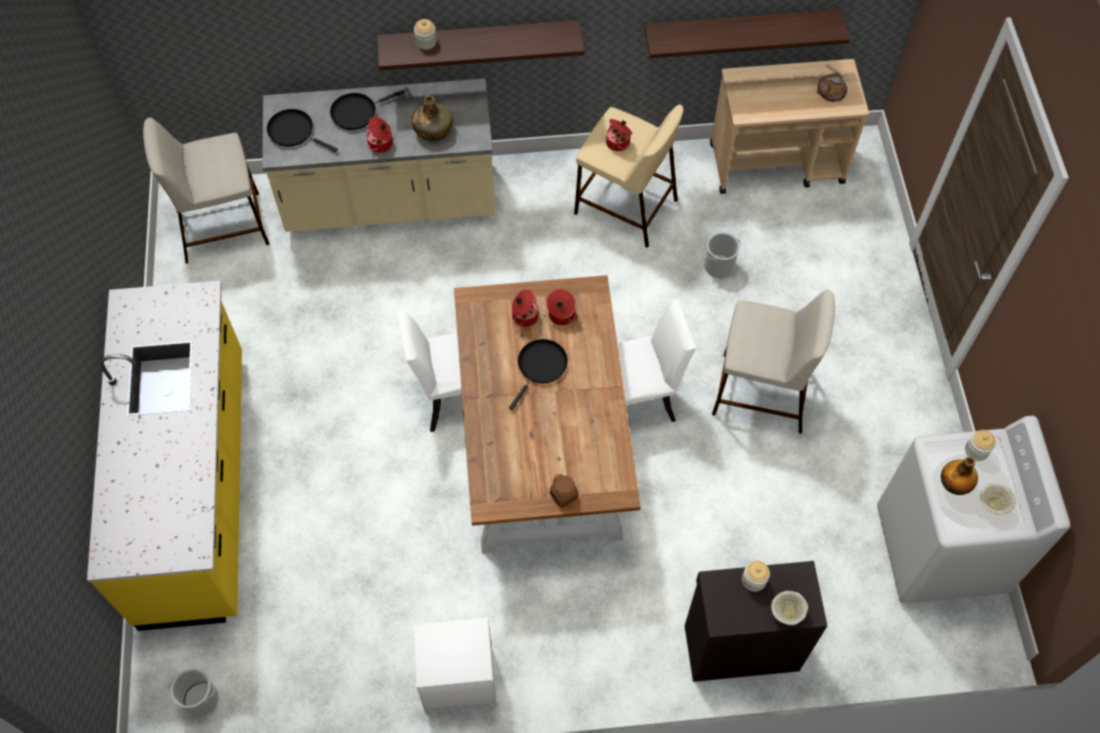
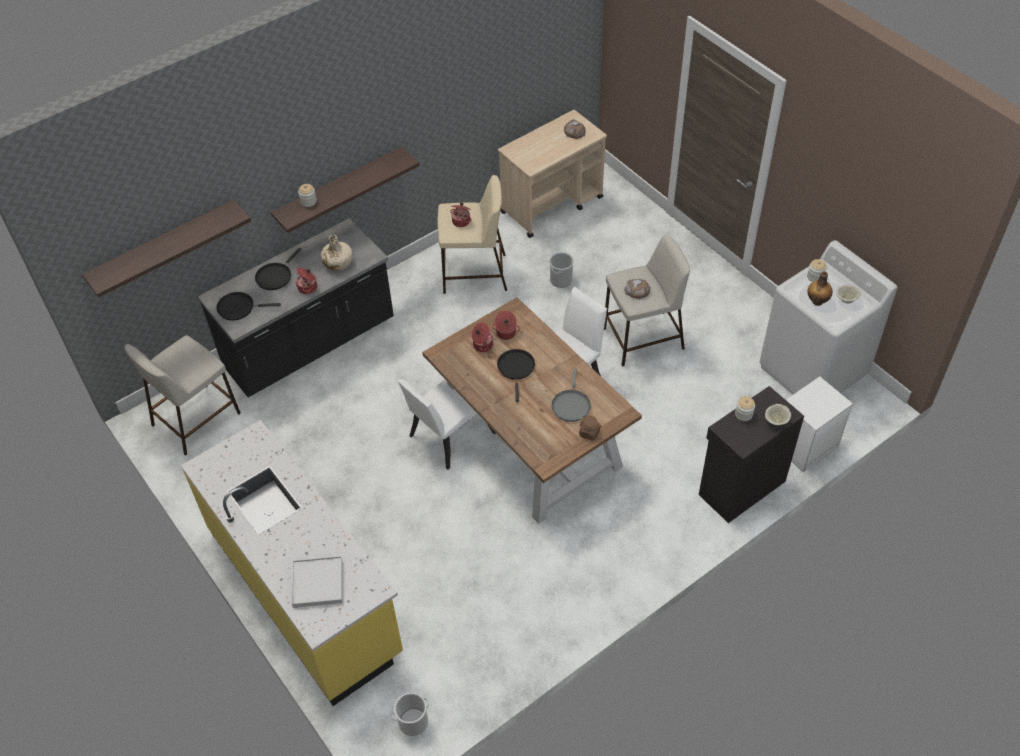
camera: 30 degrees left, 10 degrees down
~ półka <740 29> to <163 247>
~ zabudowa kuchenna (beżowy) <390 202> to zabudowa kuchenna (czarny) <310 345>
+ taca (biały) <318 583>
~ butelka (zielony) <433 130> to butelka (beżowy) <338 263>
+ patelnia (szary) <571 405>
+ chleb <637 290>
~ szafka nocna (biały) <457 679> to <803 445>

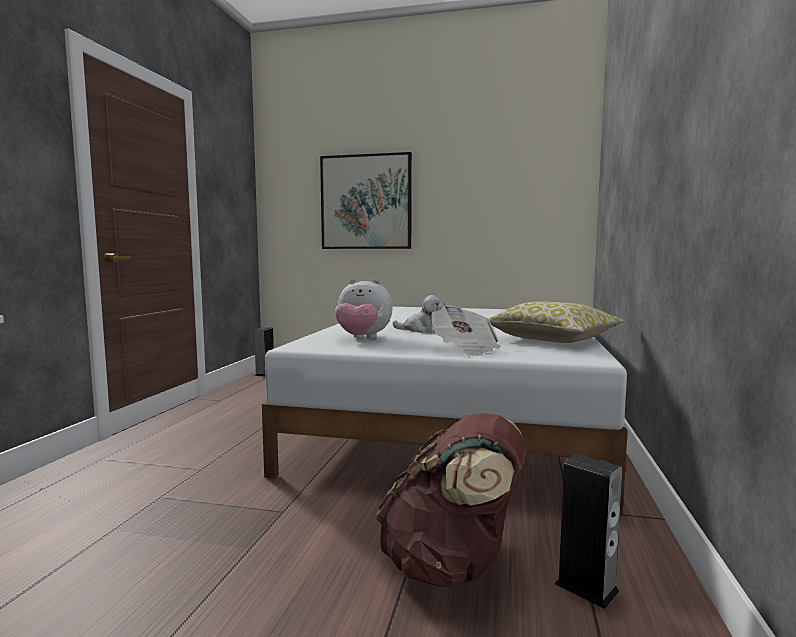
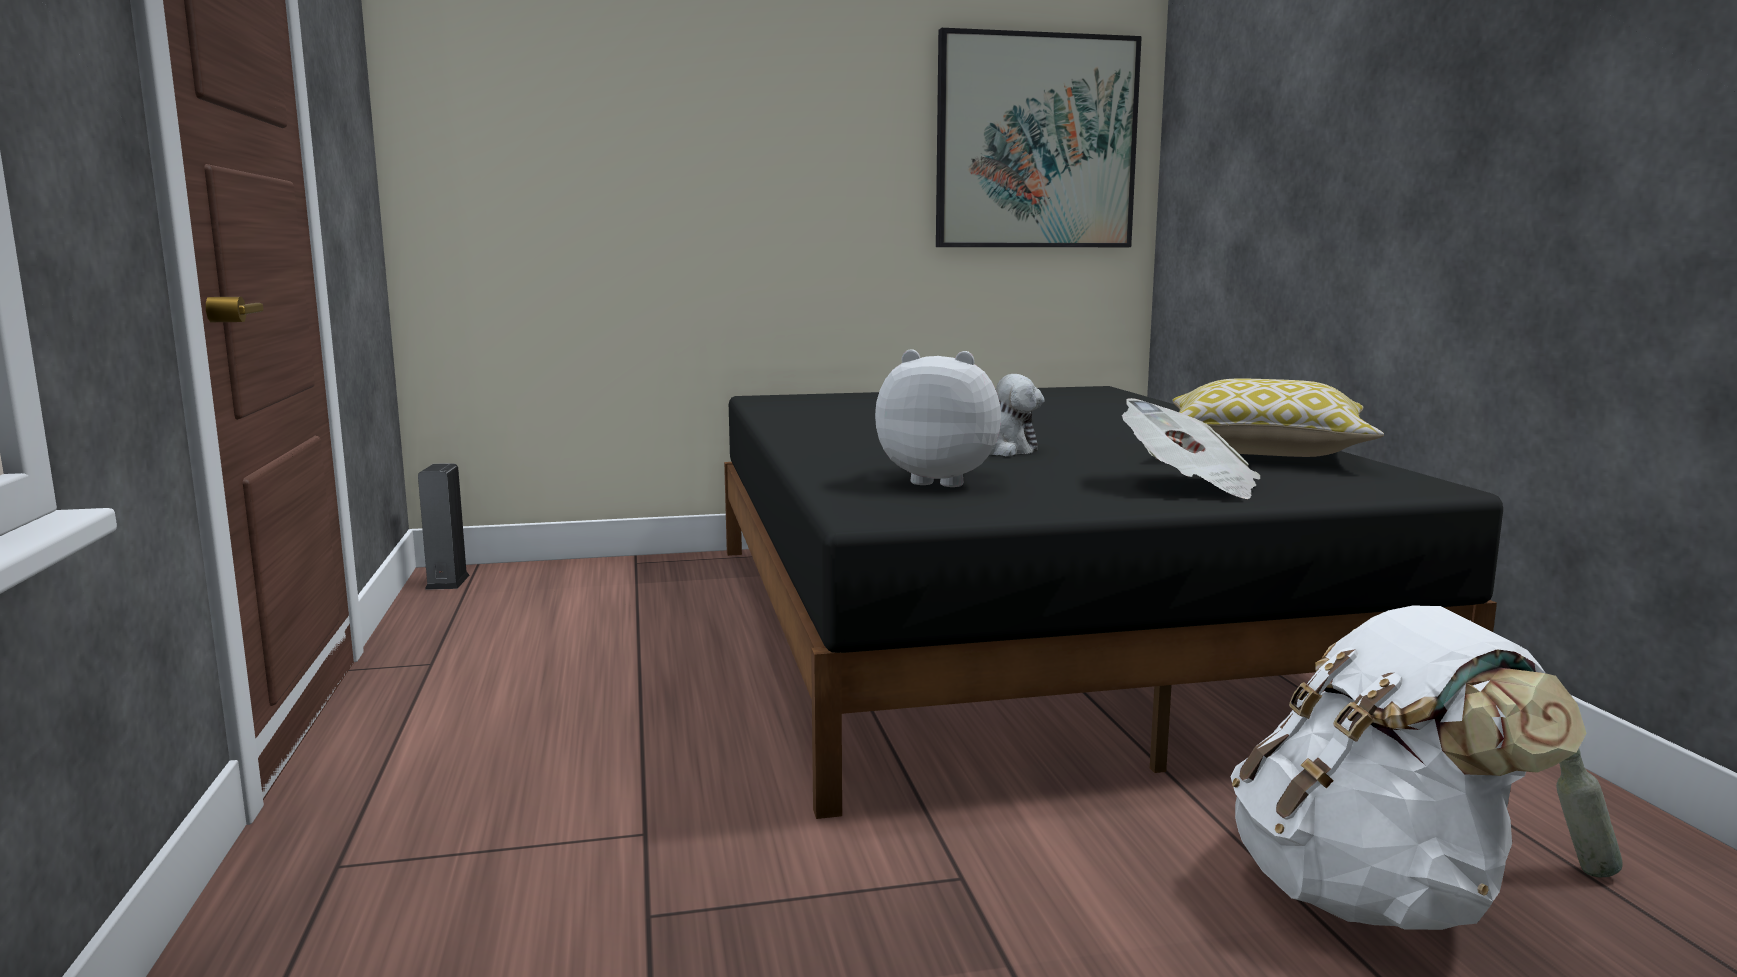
camera: 25 degrees left, 5 degrees up
~ łóżko (biały) <456 419> to łóżko (czarny) <1012 626>
~ pluszak <362 338> = <941 480> 150 degrees counterclockwise
~ obraz <366 202> to <1036 142>
~ plecak (brązowy) <452 566> to plecak (biały) <1373 893>
~ głośnik <586 587> to butelka (szary) <1579 871>

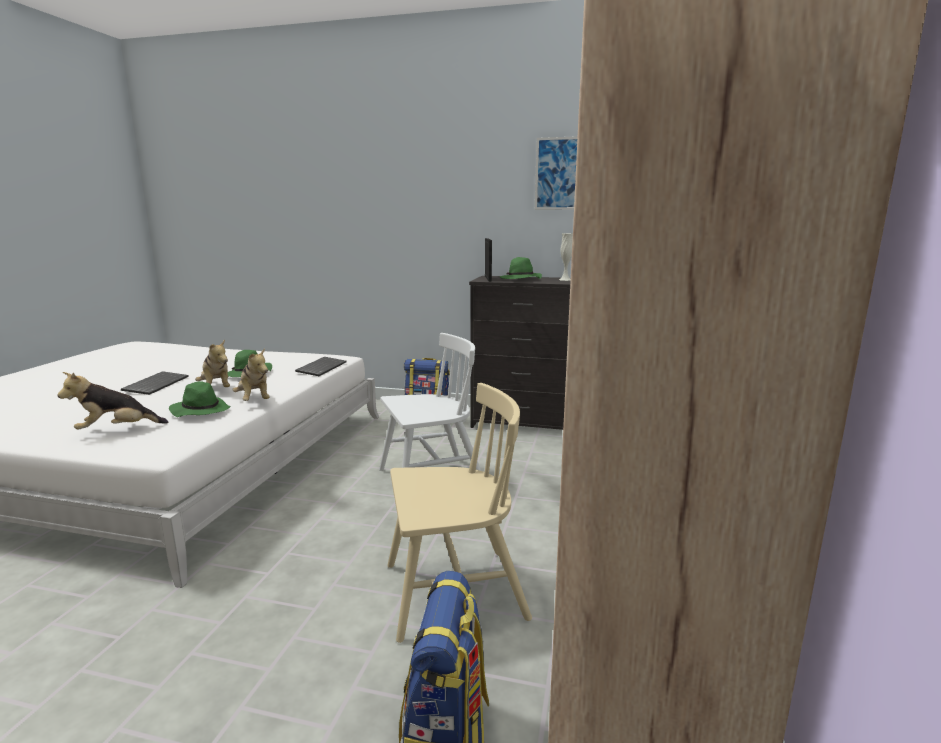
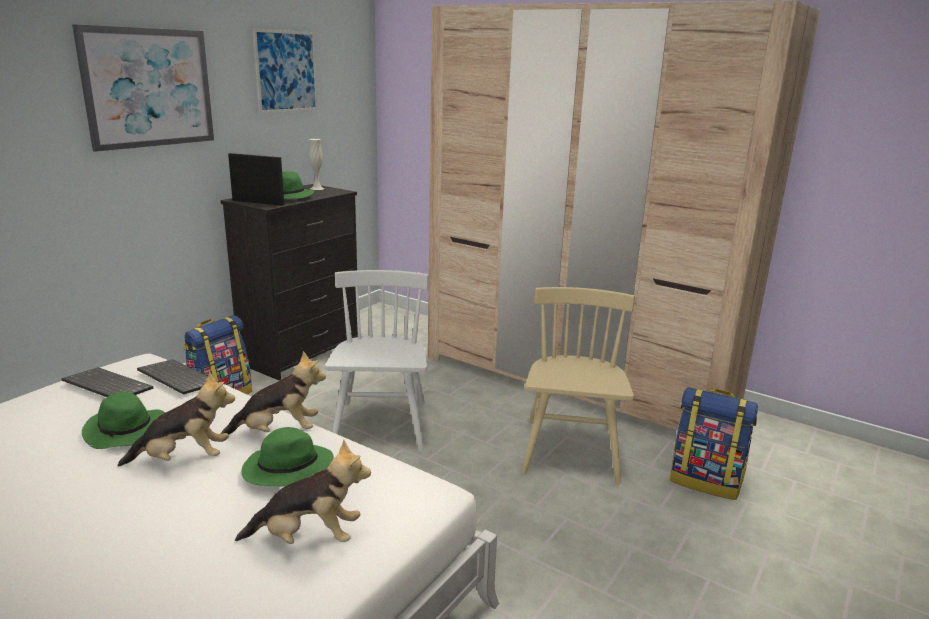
camera: 70 degrees left, 5 degrees up
~ klawiatura <156 384> to <105 386>
+ obraz <148 88>
~ pluszak <116 430> = <308 538> 90 degrees counterclockwise

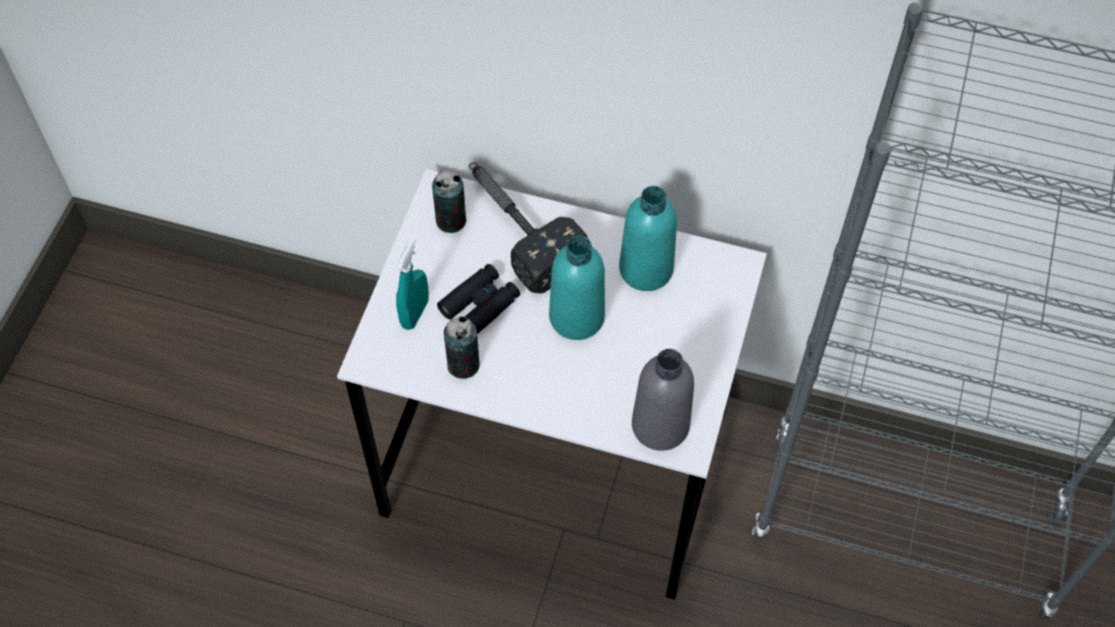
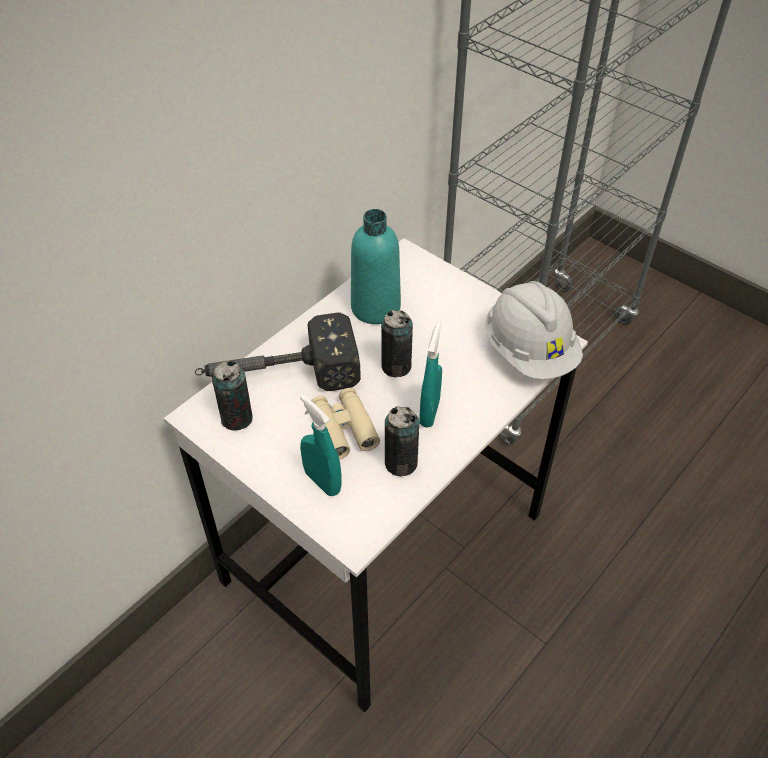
camera: 65 degrees left, 10 degrees down
~ lornetka (czarny) <480 305> to lornetka (beżowy) <343 429>
~ butelka (turkusowy) <576 317> to puszka <396 366>
+ spryskiwacz (turkusowy) <429 412>
~ butelka (szary) <660 425> to kask (biały) <529 351>

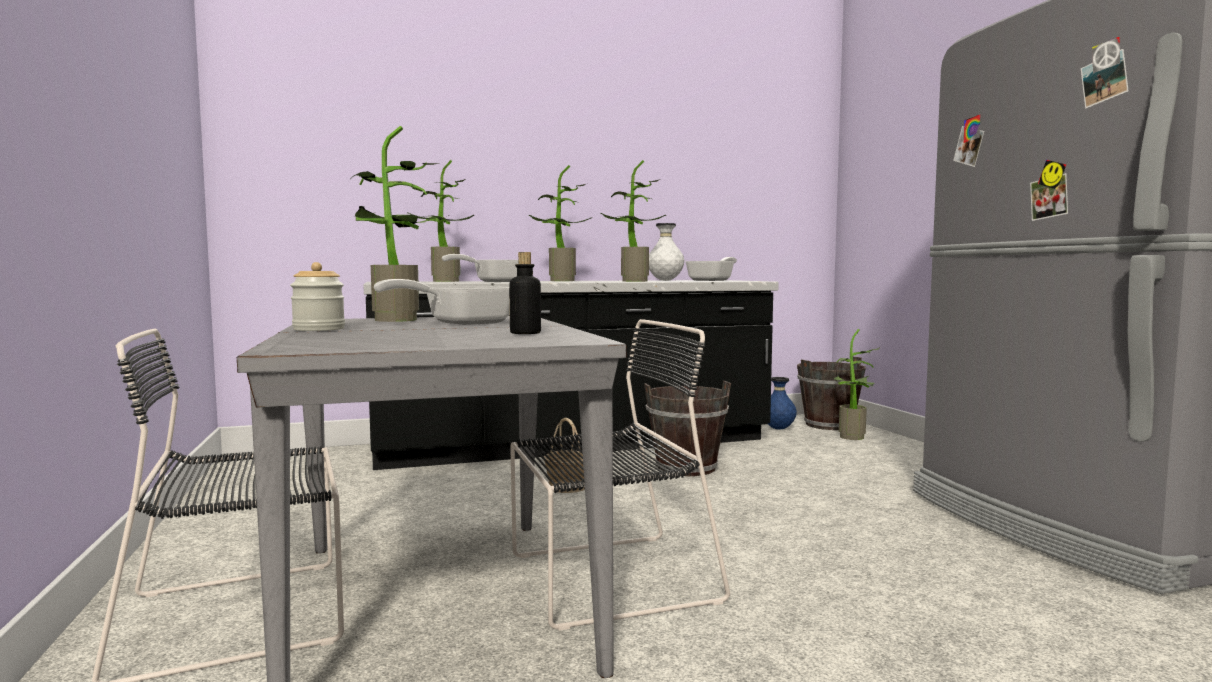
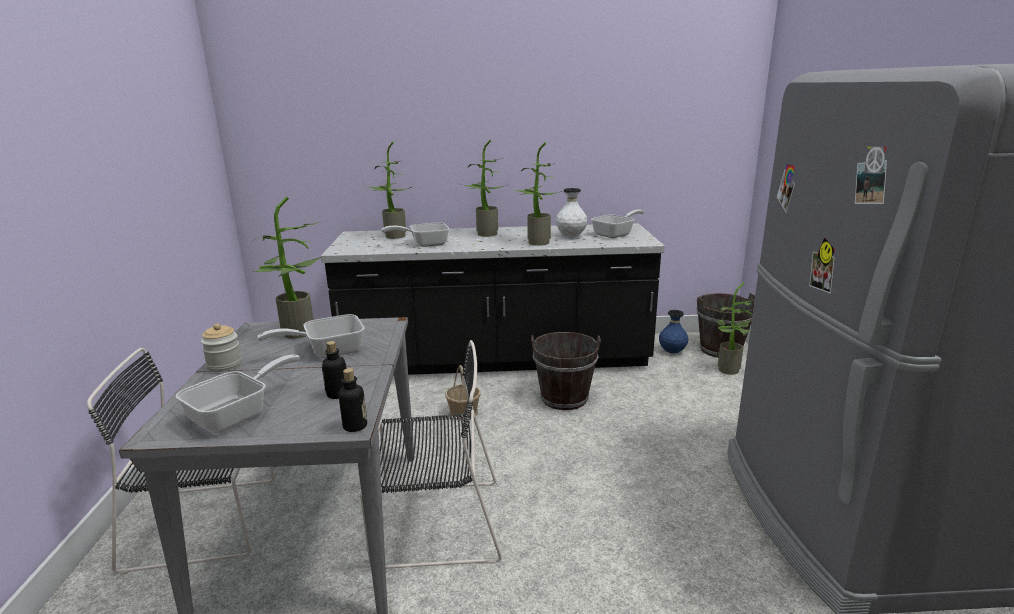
camera: 15 degrees right, 15 degrees up
+ patelnia <238 414>
+ butelka <355 426>

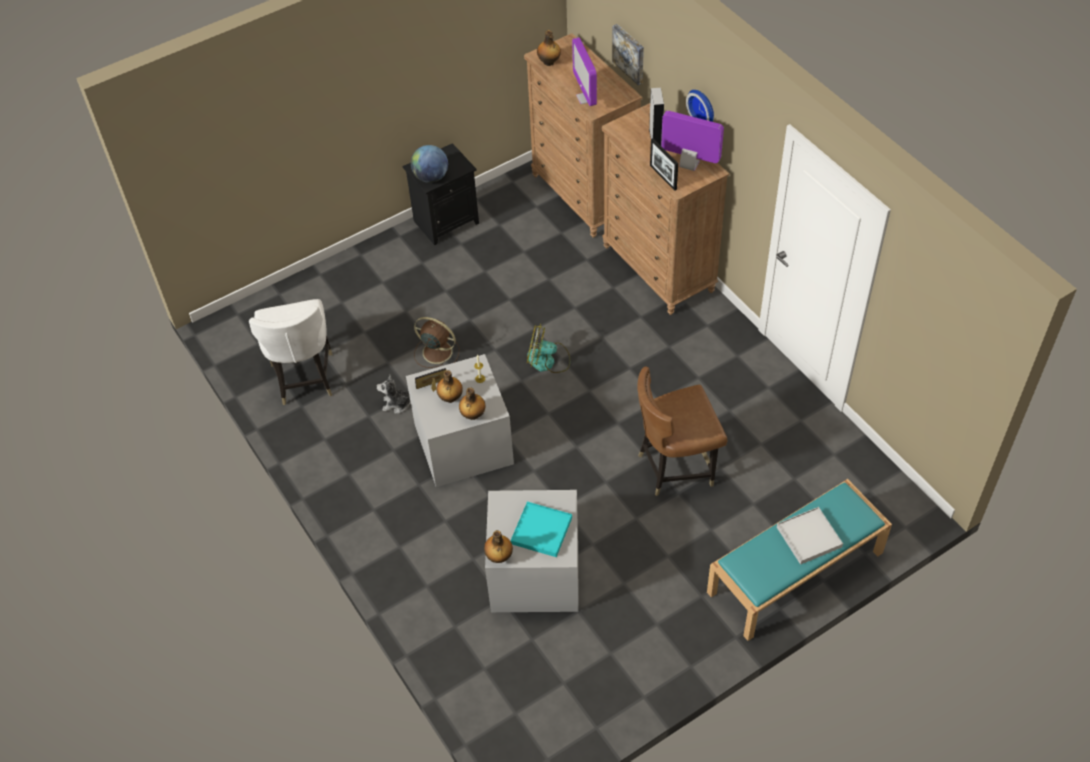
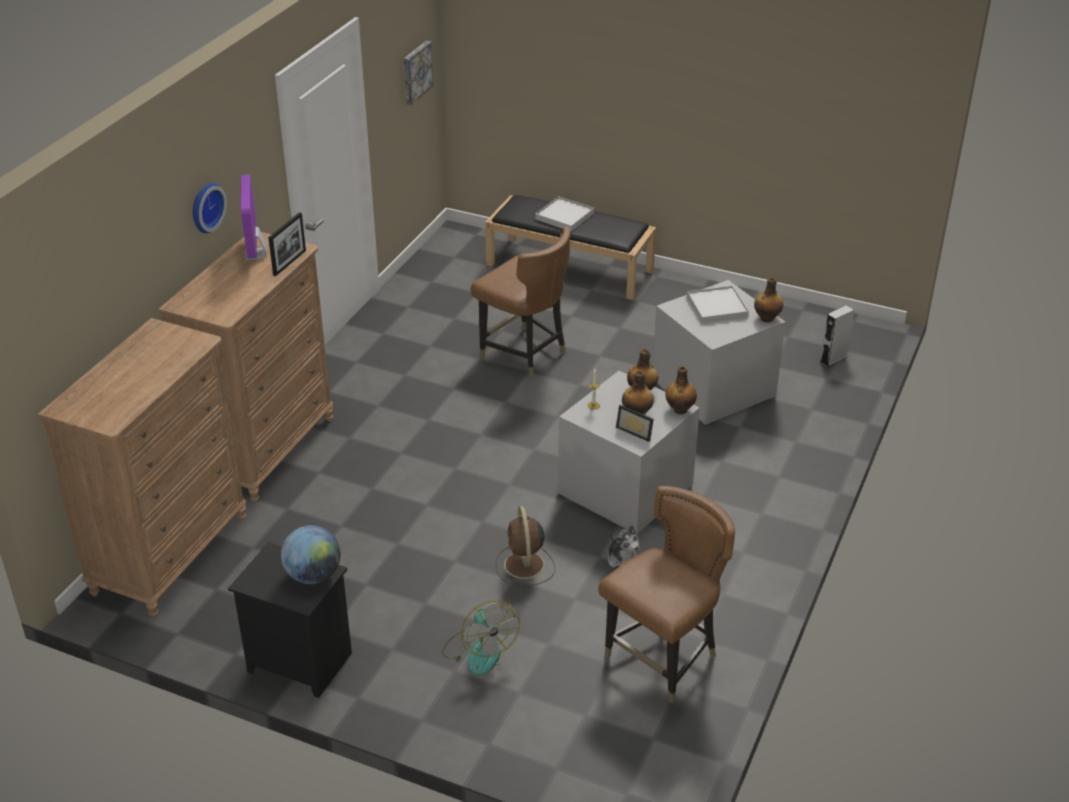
camera: 125 degrees left, 15 degrees down
~ obraz <629 53> to <416 72>
~ wentylator <547 361> to <479 650>
~ ławka (turkusowy) <795 573> to ławka (czarny) <570 267>
~ krzesło (biały) <304 378> to krzesło (brązowy) <663 659>
~ butelka <549 62> to <680 409>
~ taca (turkusowy) <542 531> to taca (biały) <717 307>
~ głośnik (szary) <655 137> to <833 359>
- monitor <586 98>

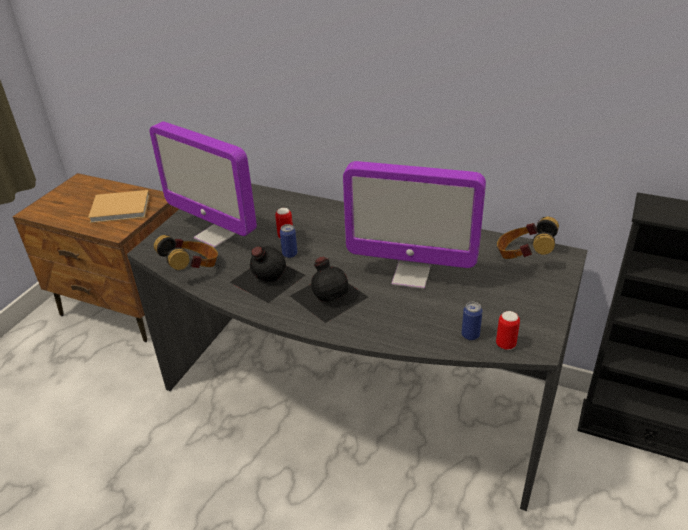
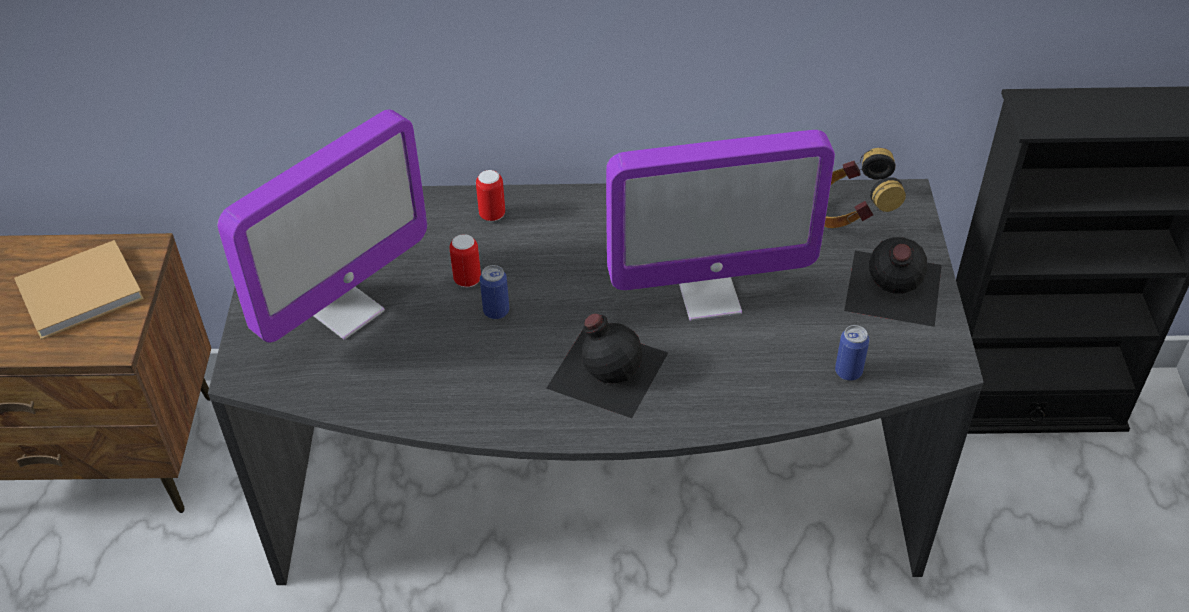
camera: 25 degrees left, 10 degrees up
~ monitor <216 235> = <345 311> 60 degrees counterclockwise
~ puszka <505 344> to <492 215>
~ butelka (czarny) <266 278> to <891 288>
- słuchawki <192 269>

